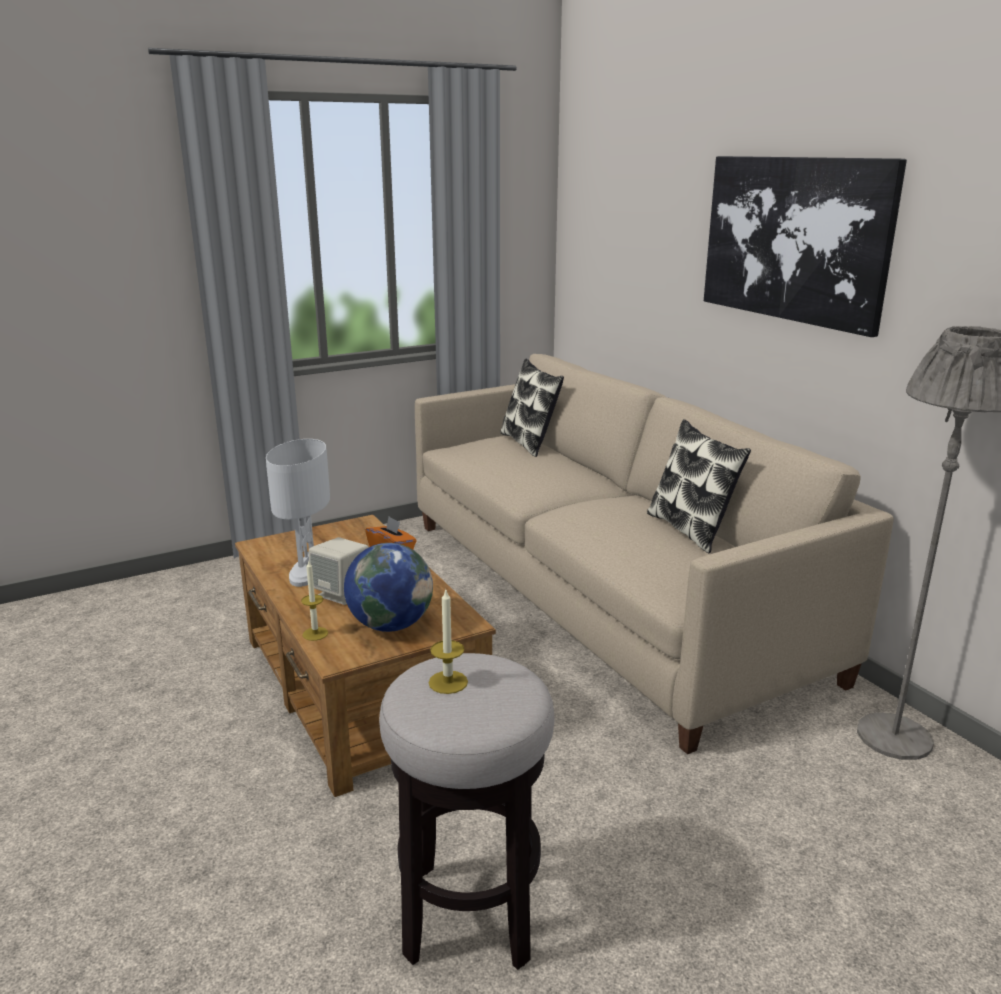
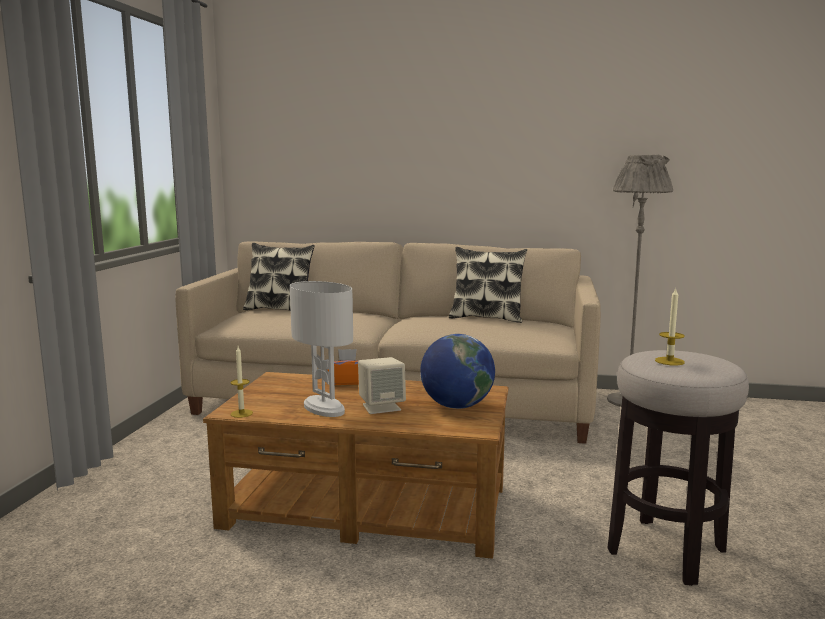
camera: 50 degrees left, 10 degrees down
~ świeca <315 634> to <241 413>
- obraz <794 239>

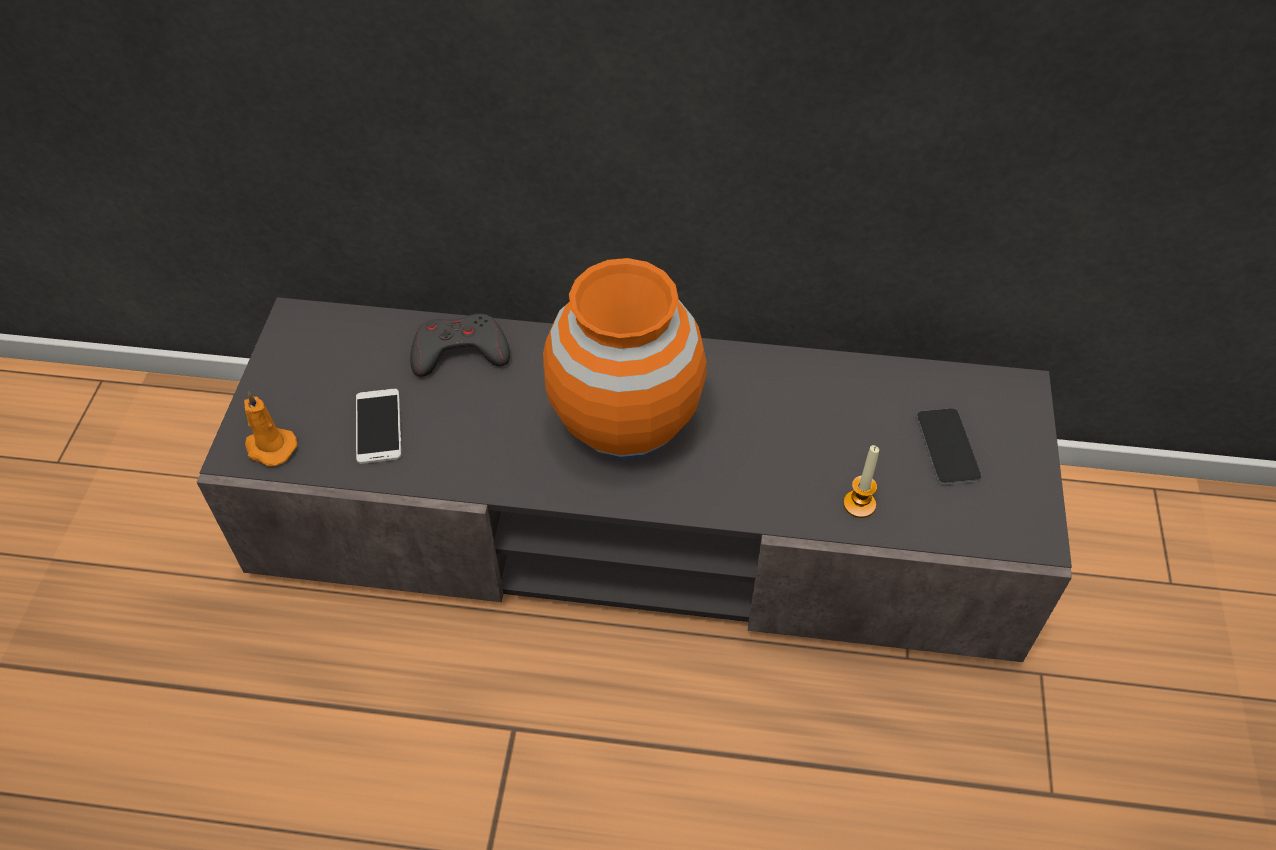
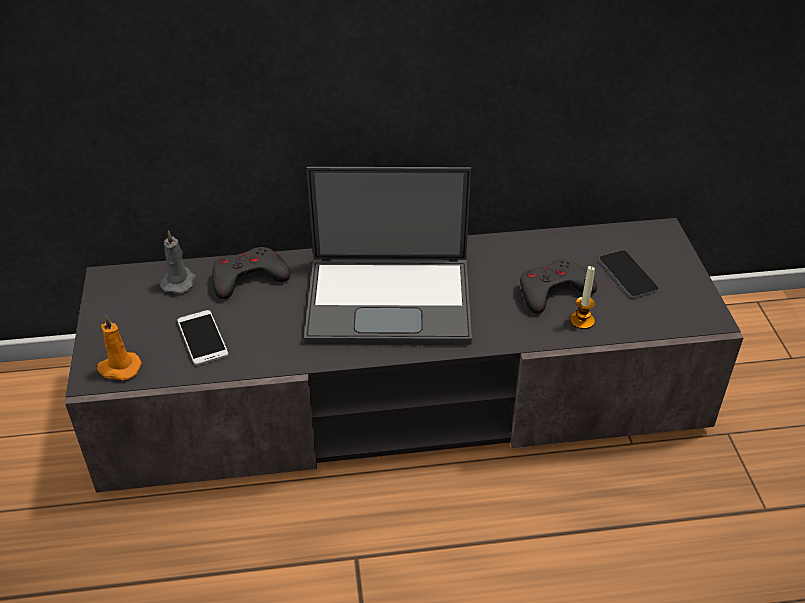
camera: 15 degrees left, 10 degrees down
+ świeca (szary) <179 281>
~ wazon (pomarańczowy) <624 420> to laptop <391 299>
+ pad do gier (szary) <553 291>

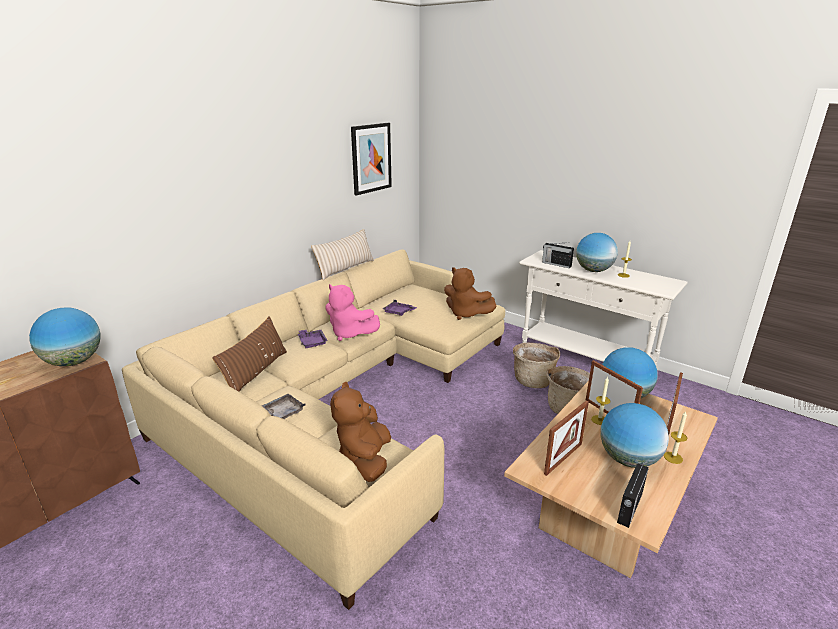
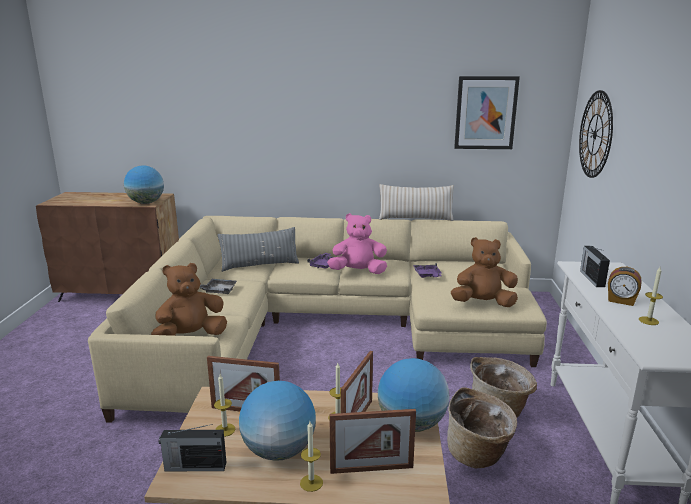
camera: 55 degrees right, 5 degrees down
+ świeca <225 430>
~ poduszka (brązowy) <256 372> to poduszka (szary) <260 265>
~ pluszak (różowy) <349 334> = <358 272> 90 degrees clockwise
~ pluszak (brązowy) <466 314> = <483 303> 90 degrees clockwise
+ zegar ścienny <595 134>
~ globus <593 270> to budzik <621 301>

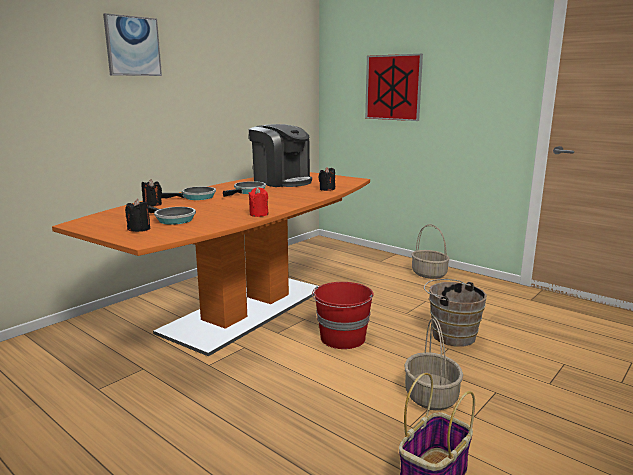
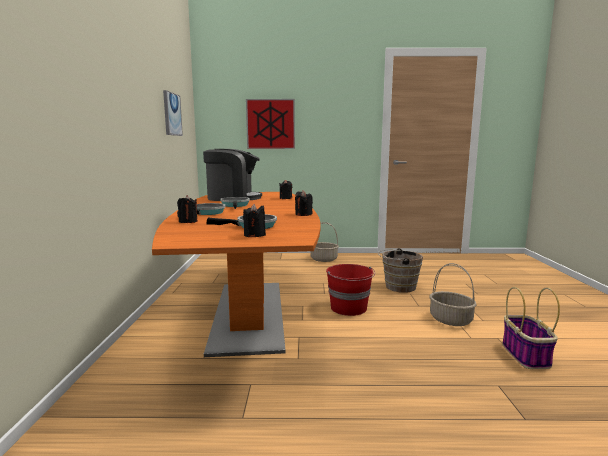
camera: 40 degrees left, 5 degrees down
~ obraz <132 46> to <172 114>
~ świeca (czerwony) <259 214> to świeca (czarny) <303 214>

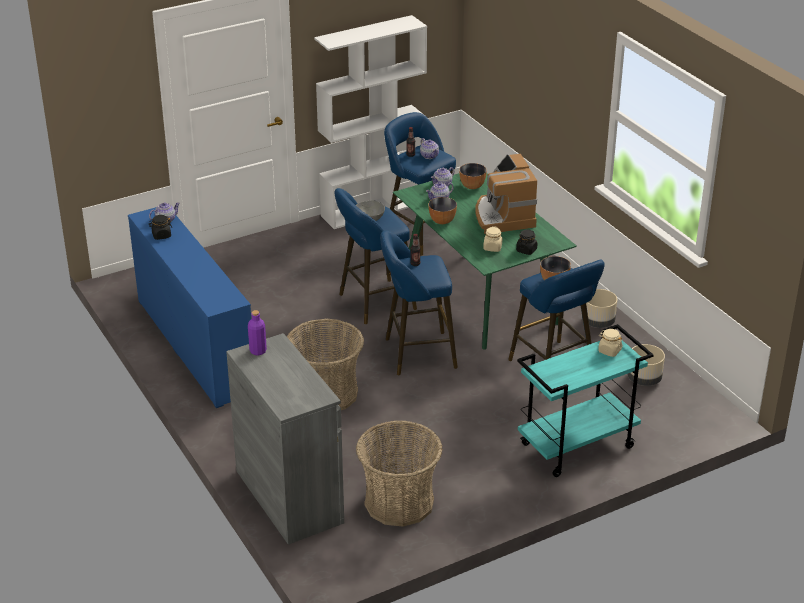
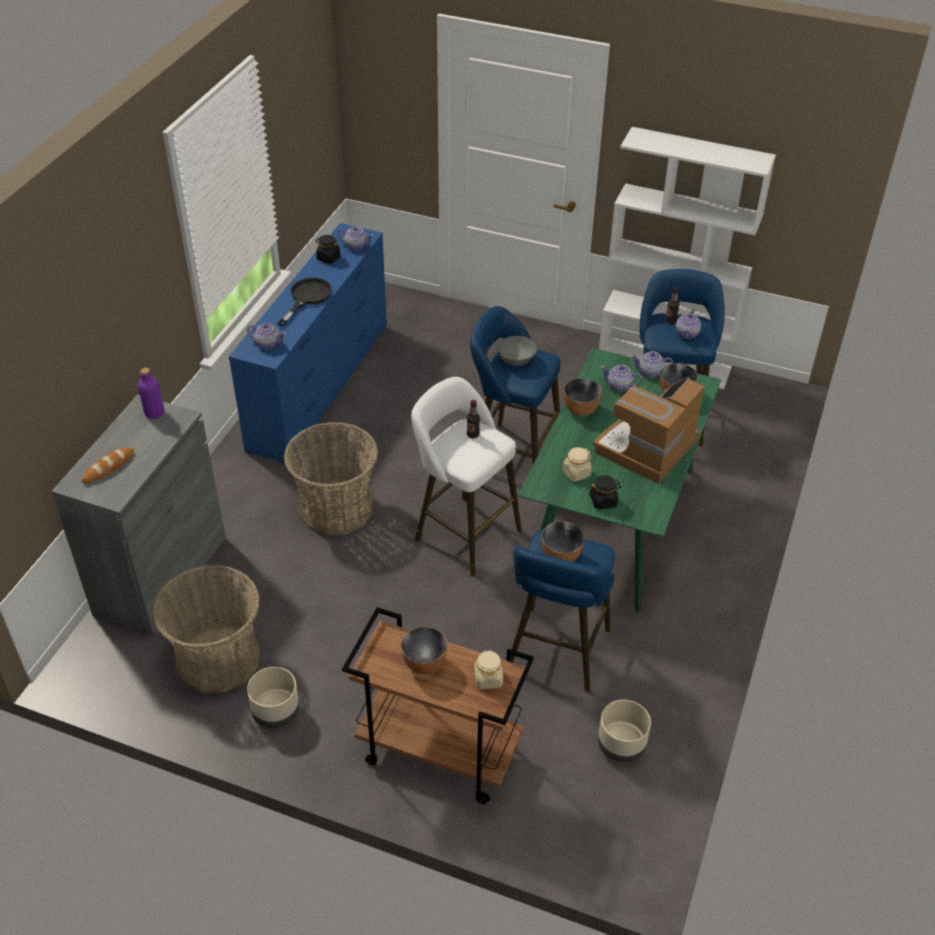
camera: 50 degrees right, 10 degrees up
+ chleb <108 467>
+ imbryk <268 344>
~ donica (beżowy) <598 322> to <276 711>
+ patelnia (czarny) <307 298>
~ wózek (turkusowy) <577 447> to wózek (brązowy) <438 752>
+ miska <424 664>
~ stołek (niebieski) <416 354> to stołek (biały) <463 532>

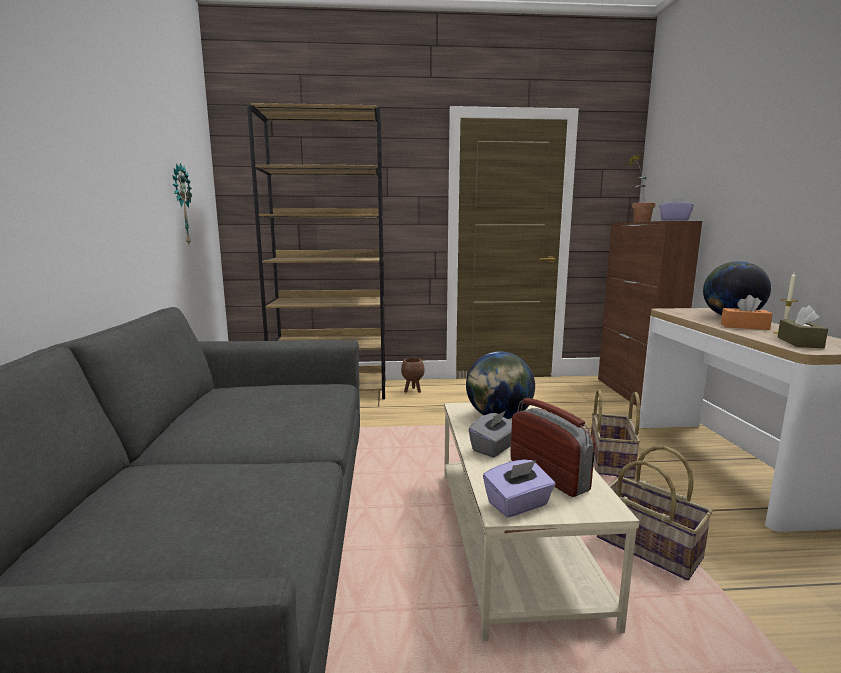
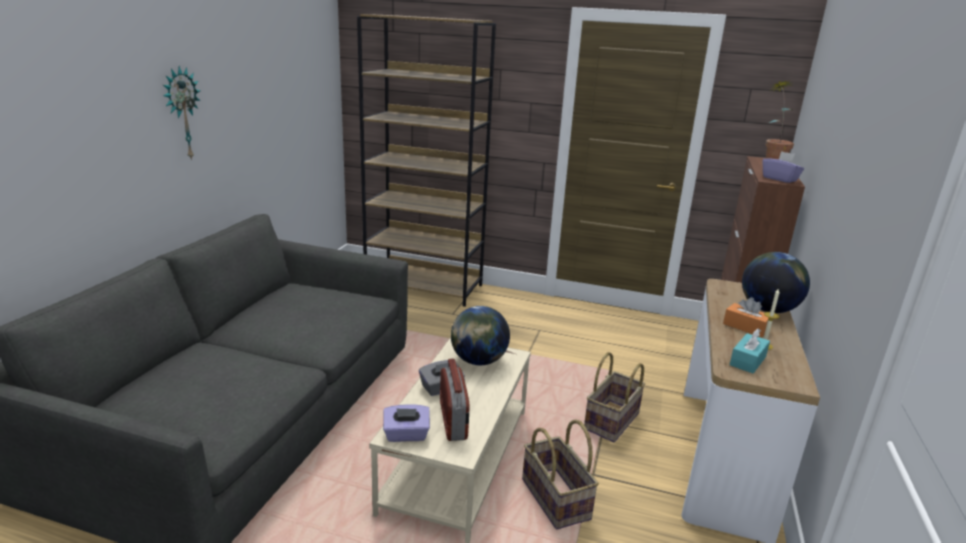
camera: 20 degrees right, 10 degrees up
~ zegar ścienny <181 205> to <182 114>
~ pudełko chusteczek (brązowy) <799 342> to pudełko chusteczek (turkusowy) <747 361>
- donica (brązowy) <413 391>

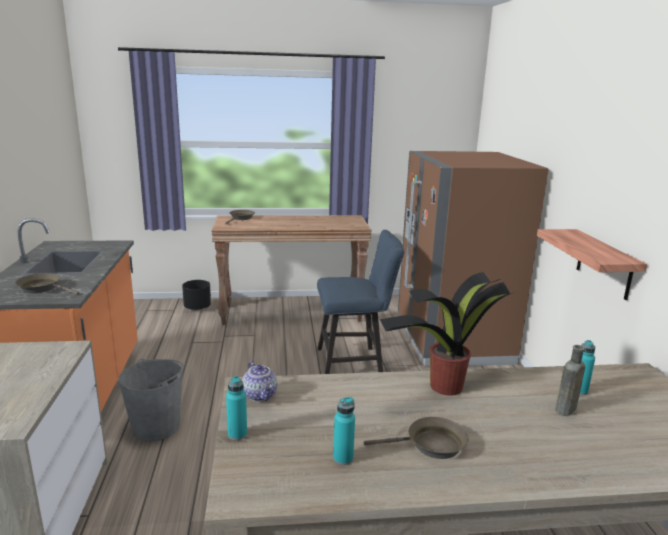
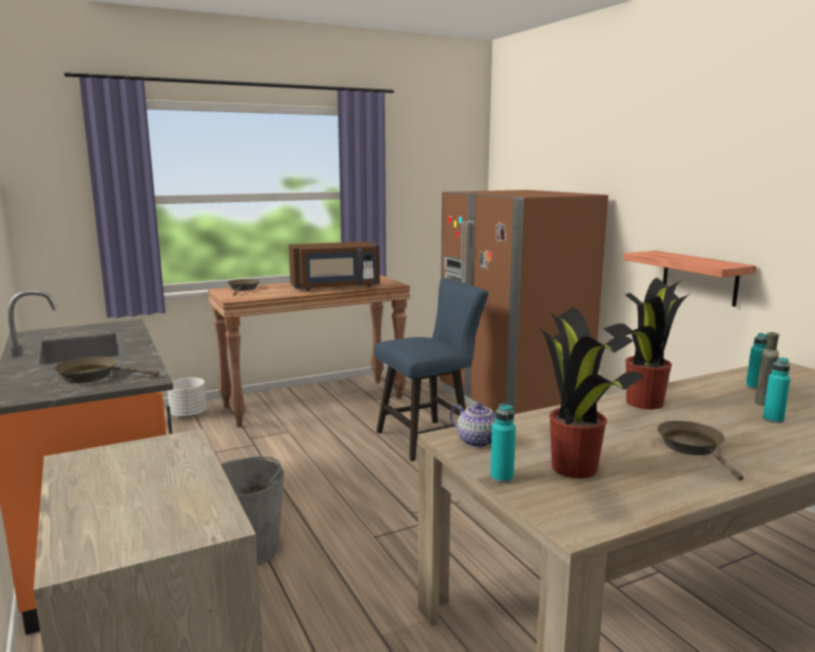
camera: 20 degrees left, 5 degrees down
~ donica (czarny) <197 308> to donica (biały) <188 414>
+ mikrofalówka (brązowy) <335 287>
+ roślina doniczkowa <573 466>
~ patelnia (brązowy) <431 445> = <693 448> 75 degrees counterclockwise
~ butelka (turkusowy) <343 458> to <773 419>

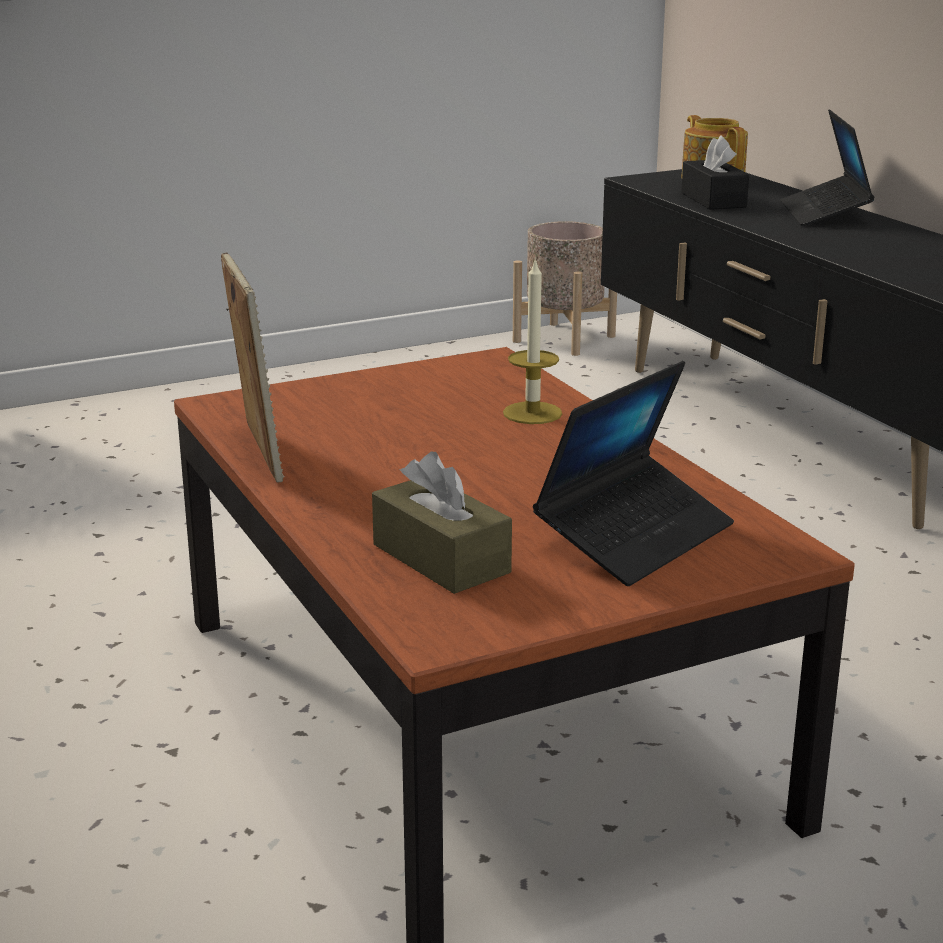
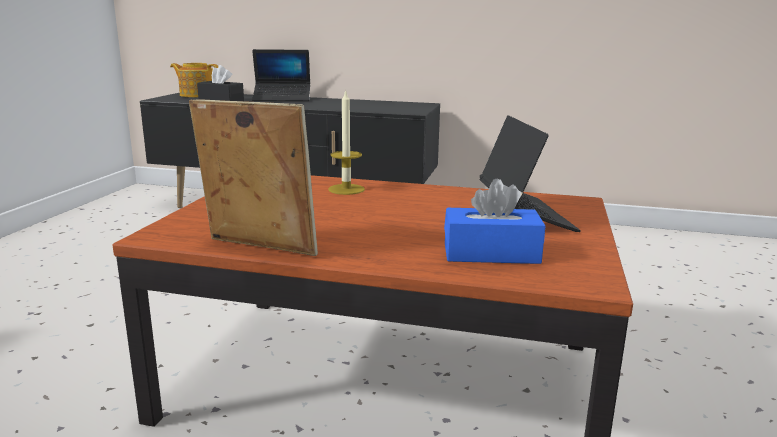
camera: 50 degrees left, 5 degrees down
~ laptop <824 213> = <282 98> 45 degrees counterclockwise
~ pudełko chusteczek (brązowy) <441 558> to pudełko chusteczek (niebieski) <491 253>
- donica (beżowy) <563 338>

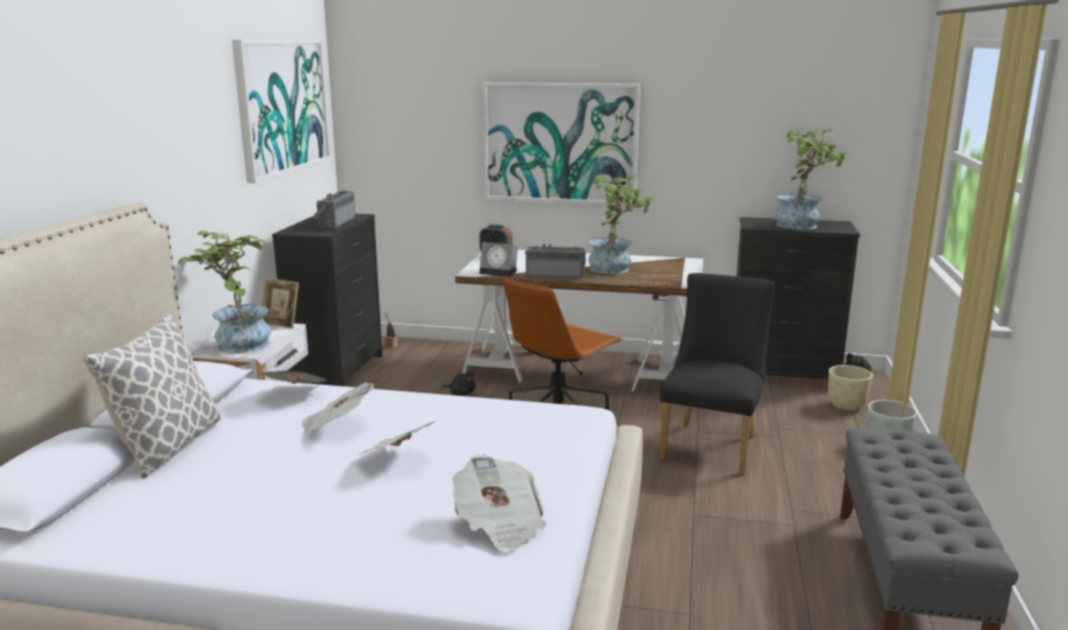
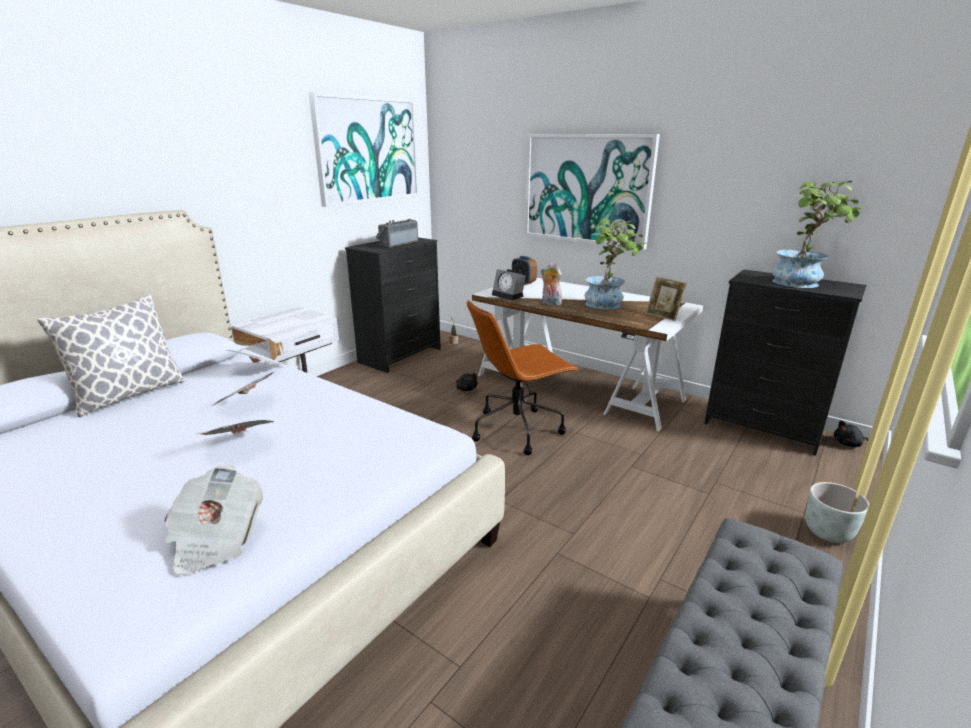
camera: 25 degrees right, 5 degrees up
~ radio <555 275> to pluszak <550 303>
~ ramka na zdjęcie <281 324> to <663 316>
- roślina doniczkowa <237 343>
- krzesło (czarny) <712 444>
- donica (beżowy) <845 406>

